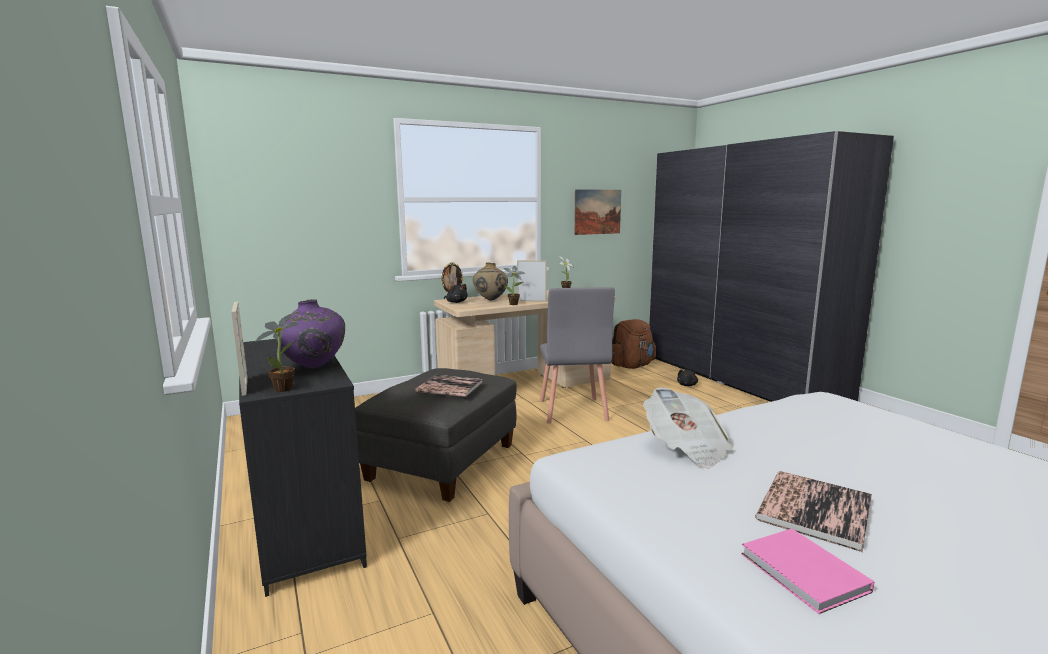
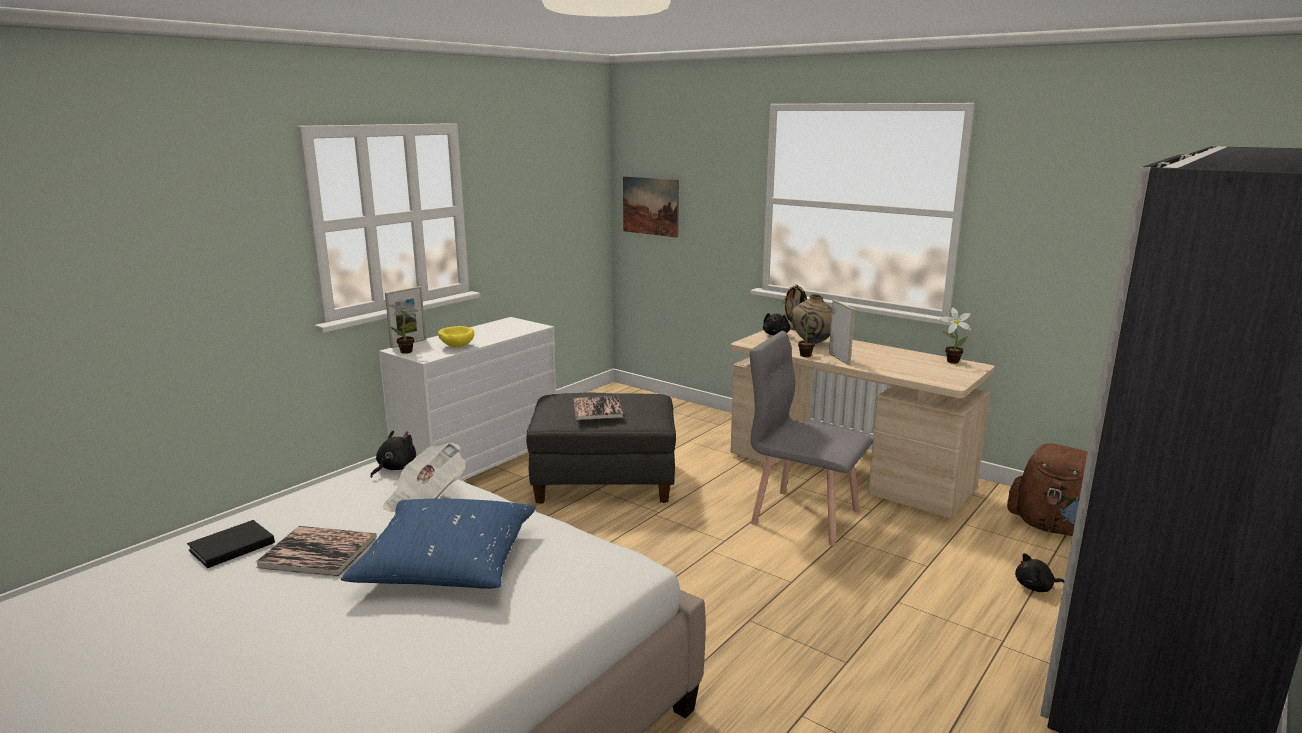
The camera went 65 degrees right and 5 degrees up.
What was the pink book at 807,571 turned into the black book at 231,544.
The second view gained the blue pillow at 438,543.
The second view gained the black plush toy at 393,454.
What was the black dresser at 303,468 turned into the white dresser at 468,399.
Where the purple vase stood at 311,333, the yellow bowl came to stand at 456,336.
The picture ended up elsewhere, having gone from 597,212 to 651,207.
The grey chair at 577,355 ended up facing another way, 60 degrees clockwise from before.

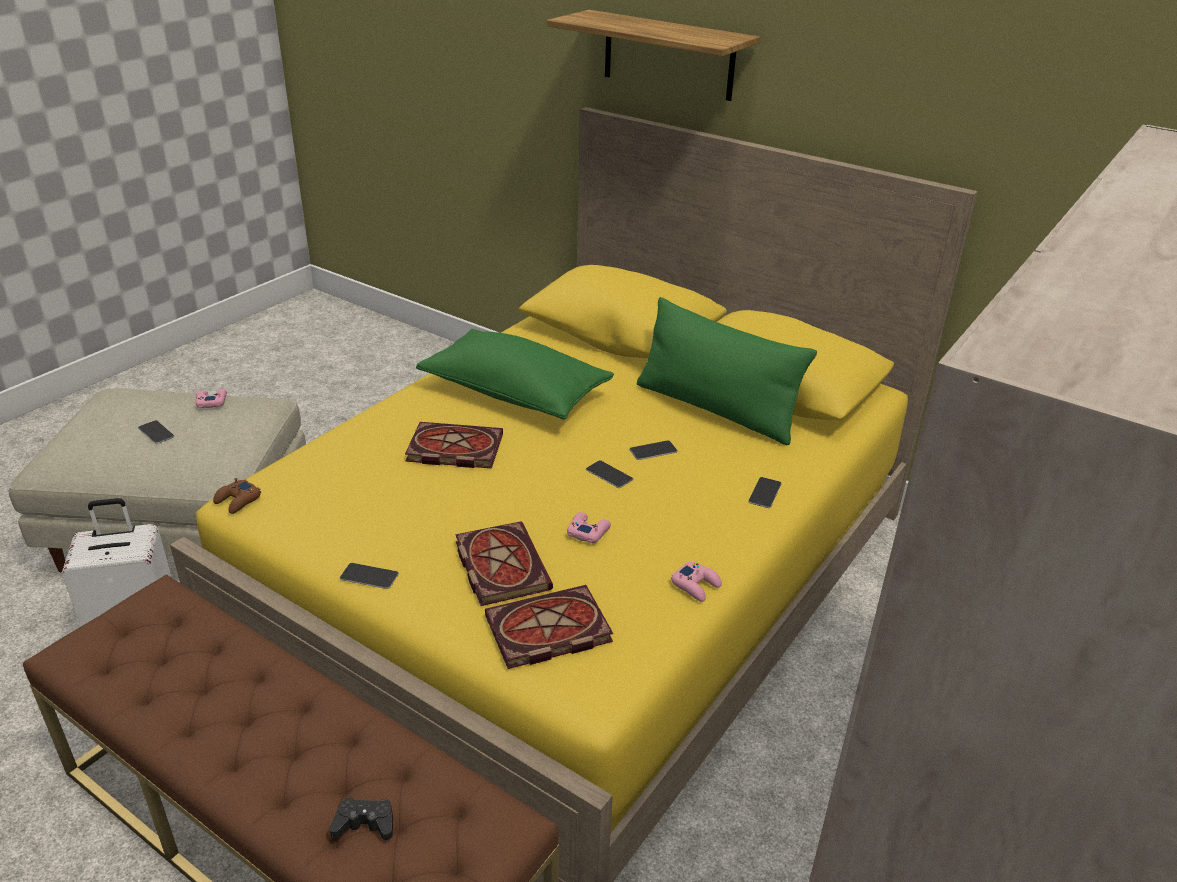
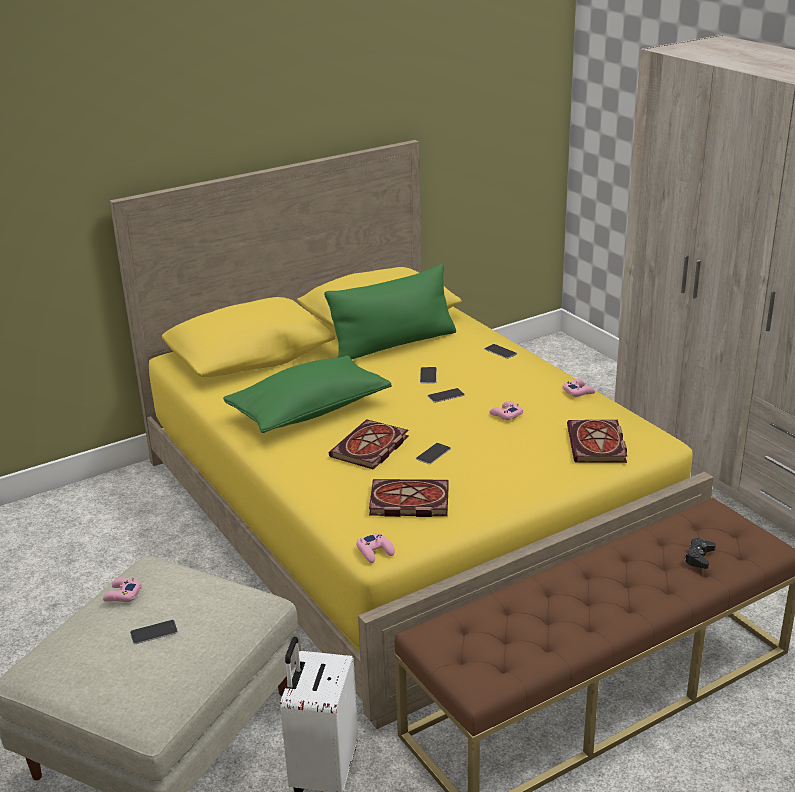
The camera went 65 degrees left and 5 degrees down.
What was the brown game controller at 237,496 turned into the pink game controller at 375,548.
The book ended up elsewhere, having gone from 504,563 to 409,498.
The phone ended up elsewhere, having gone from 369,576 to 433,453.
The second view lost the shelf at 653,55.

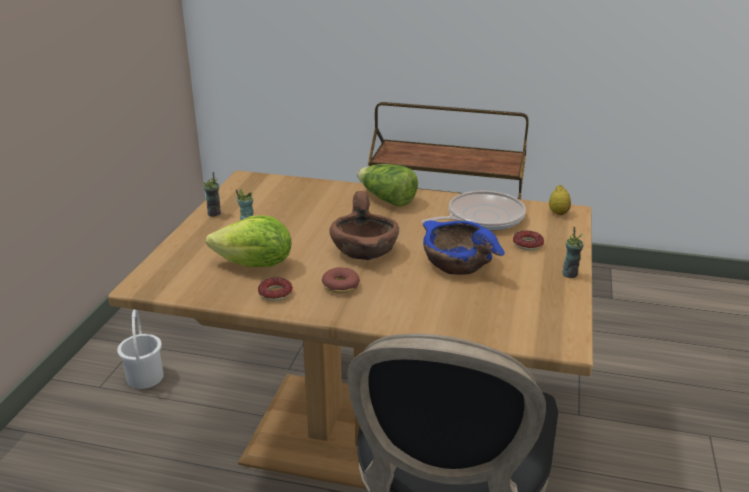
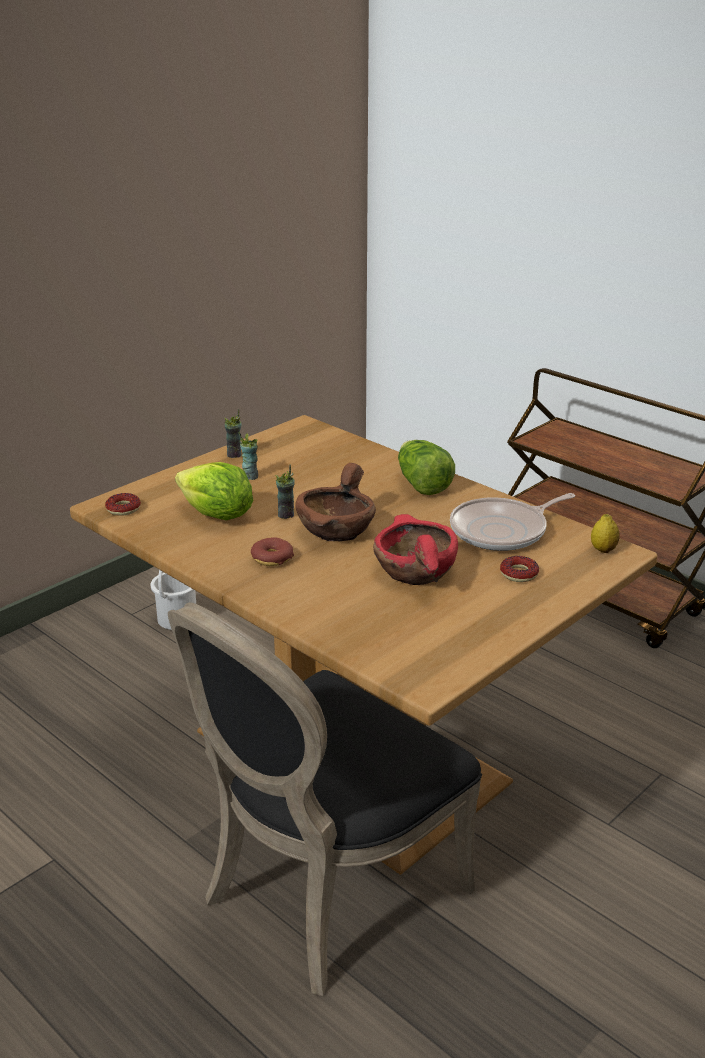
The camera went 30 degrees right and 0 degrees up.
The donut ended up elsewhere, having gone from 275,289 to 123,504.
The cup ended up elsewhere, having gone from 573,252 to 285,492.
What was the blue bowl at 464,247 turned into the red bowl at 415,549.
The frying pan at 473,211 ended up facing another way, 150 degrees clockwise from before.

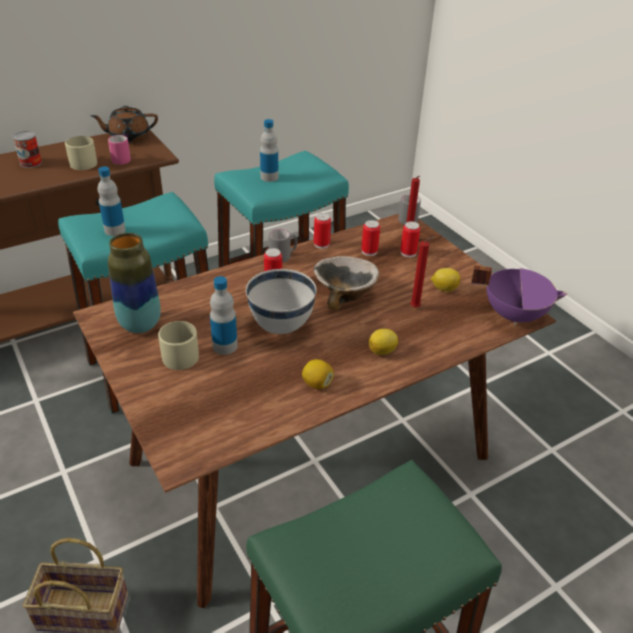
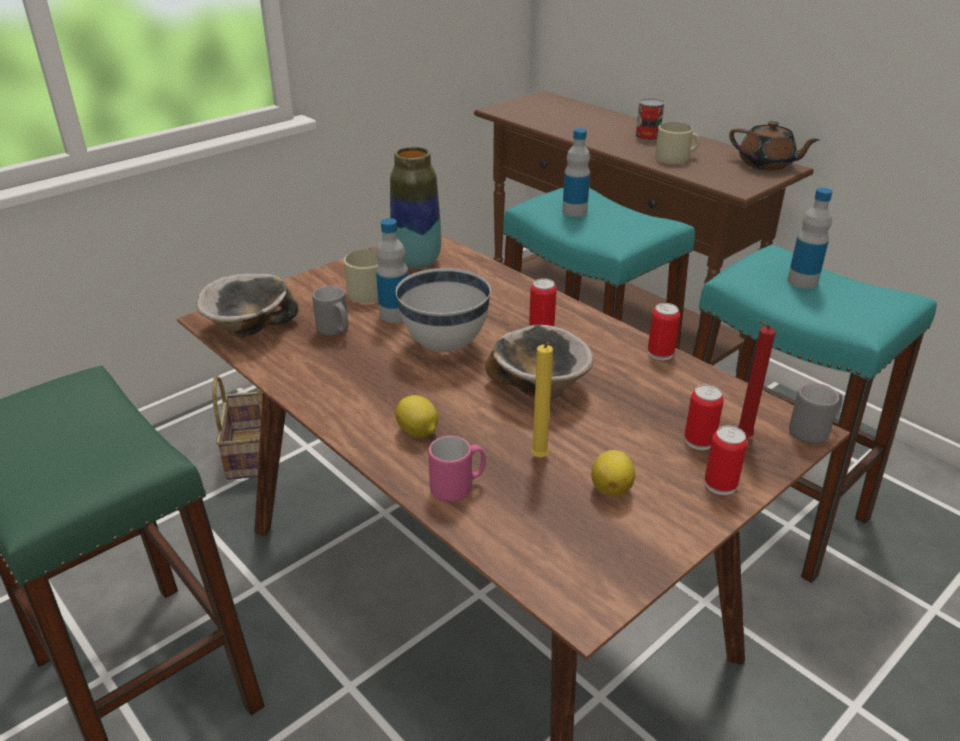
The camera went 80 degrees right and 5 degrees down.
The second view gained the bowl at 247,305.
The grey mug ended up elsewhere, having gone from 283,245 to 330,311.
The pink mug ended up elsewhere, having gone from 119,150 to 457,469.
What was the red candle at 422,272 turned into the yellow candle at 542,400.
The can ended up elsewhere, having gone from 370,238 to 726,460.
The brown teapot at 124,124 ended up facing another way, 150 degrees clockwise from before.
The second view lost the lemon at 318,374.
The second view lost the purple cooking pot at 519,295.

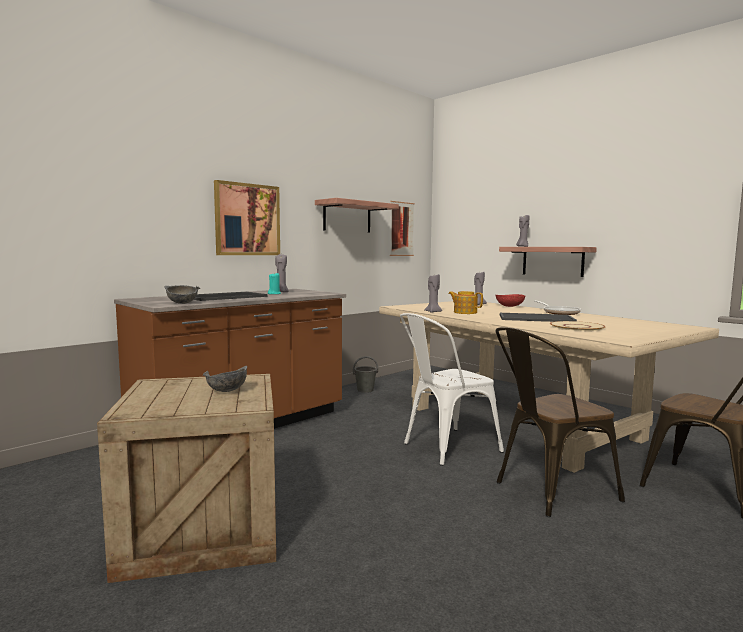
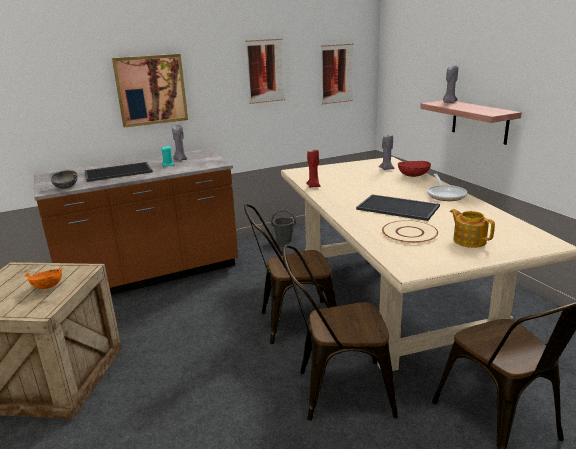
The camera went 20 degrees right and 15 degrees up.
What was the grey bowl at 225,379 turned into the orange bowl at 44,278.
What was the white chair at 452,389 turned into the brown chair at 290,274.
Where the shelf hung at 357,215, the picture came to hang at 265,71.
What was the grey candle at 433,293 turned into the red candle at 313,169.
The teapot ended up elsewhere, having gone from 465,302 to 472,228.

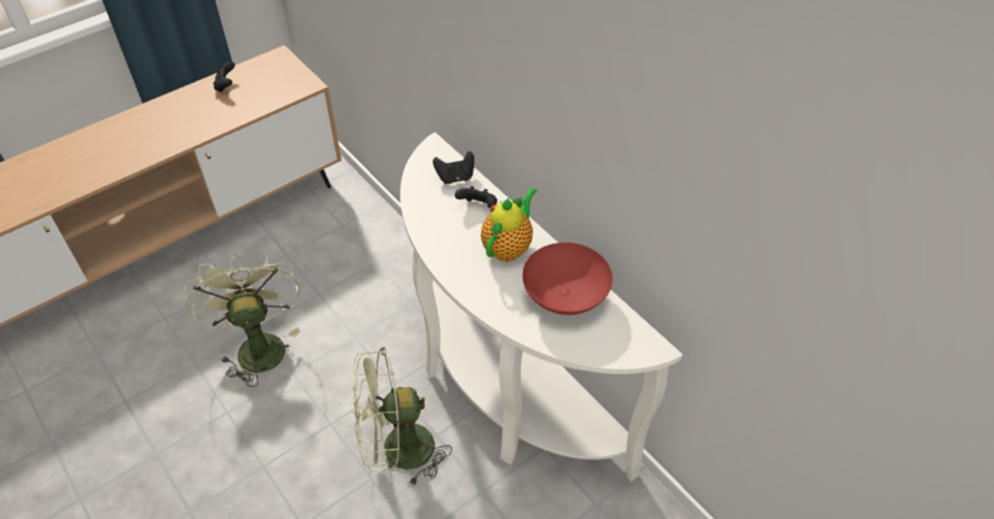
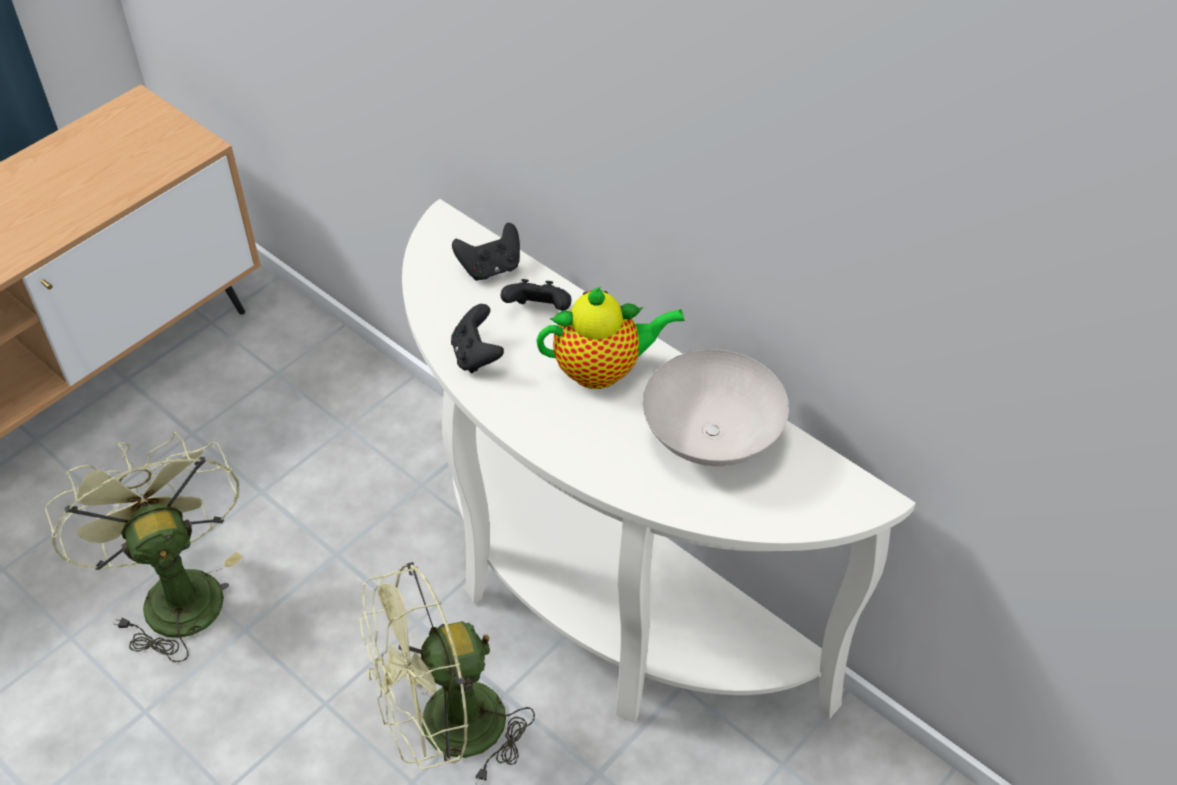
The camera went 10 degrees left and 0 degrees up.
The black game controller ended up elsewhere, having gone from 224,77 to 477,338.
The teapot at 509,224 ended up facing another way, 60 degrees clockwise from before.
What was the red bowl at 567,278 turned into the white bowl at 716,407.

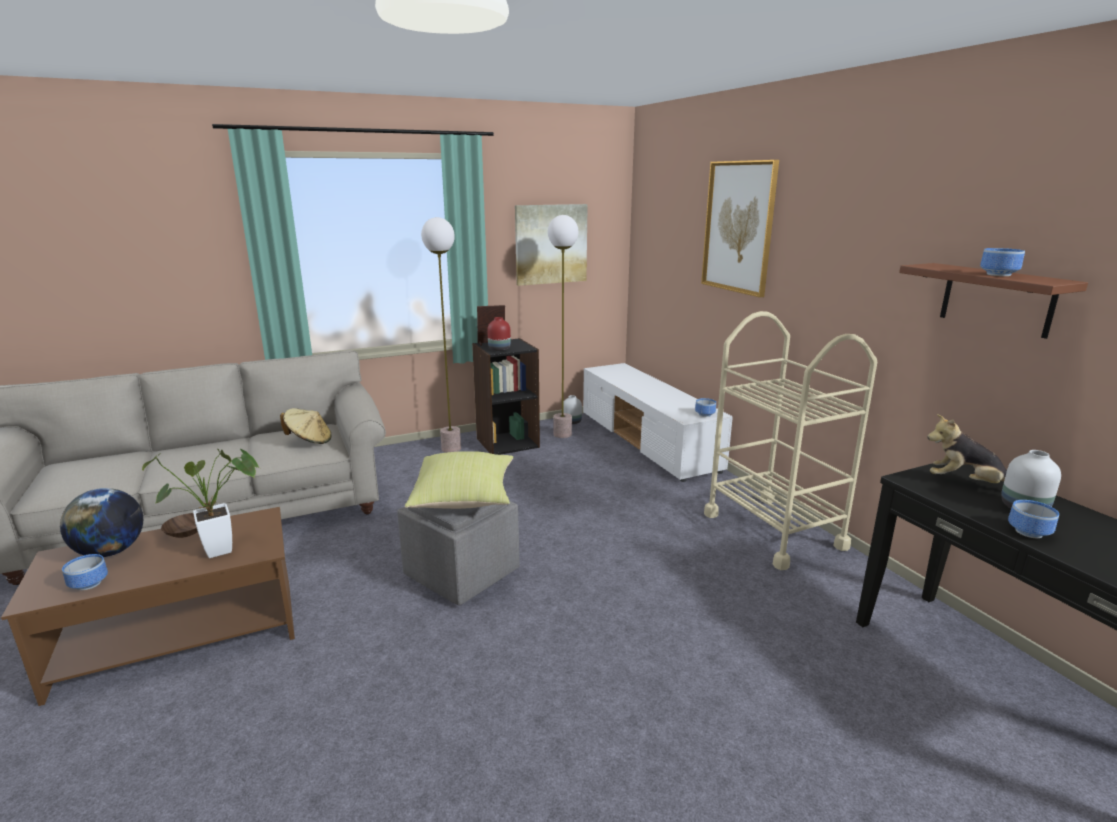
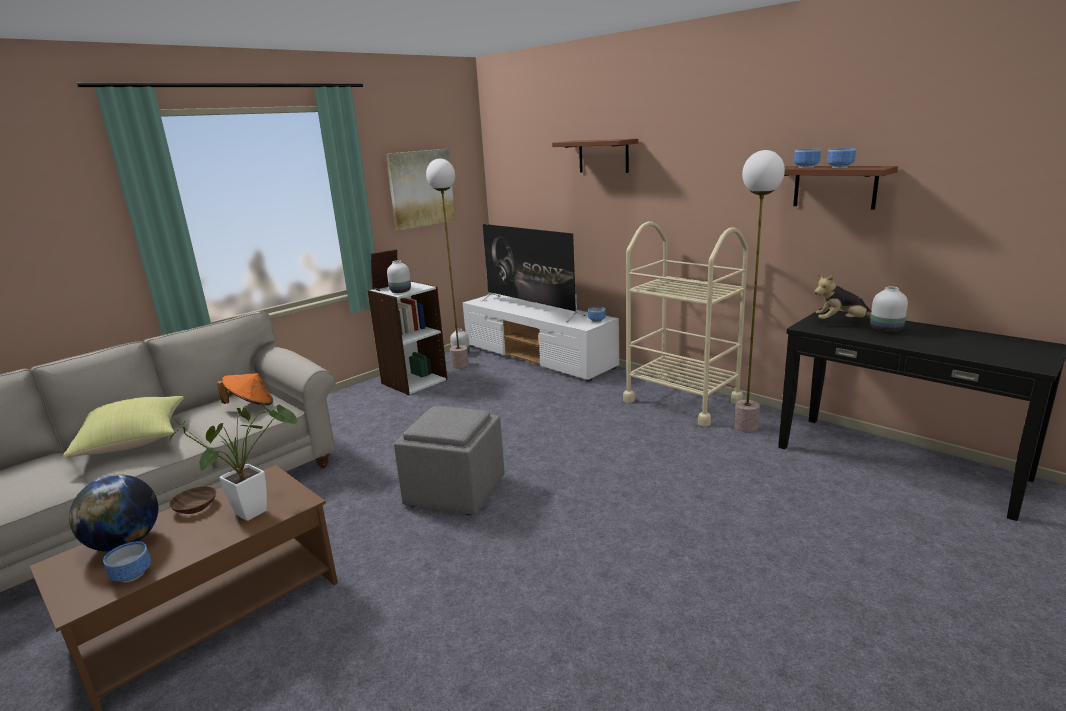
The camera went 20 degrees left and 0 degrees up.
The yellow pillow ended up elsewhere, having gone from 459,480 to 123,427.
What was the beige hat at 306,426 turned into the orange hat at 245,389.
What was the black bookcase at 506,396 turned into the white bookcase at 408,338.
What was the red vase at 499,334 turned into the white vase at 399,276.
The second view gained the television at 533,273.
Where the picture hung at 740,228, the brown shelf came to hang at 595,156.
The floor lamp ended up elsewhere, having gone from 441,335 to 759,291.
The bowl ended up elsewhere, having gone from 1033,519 to 807,158.

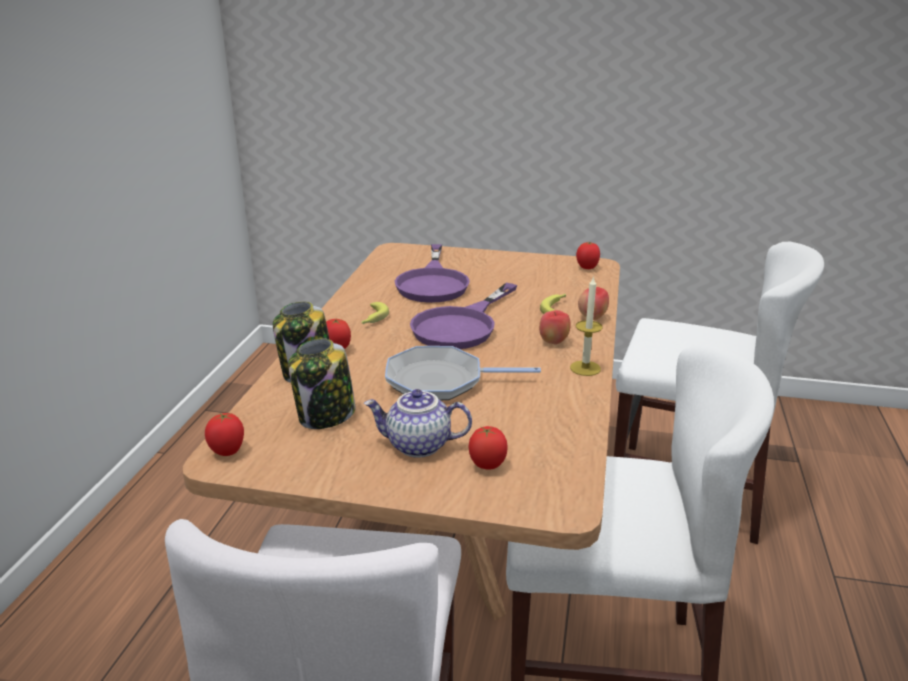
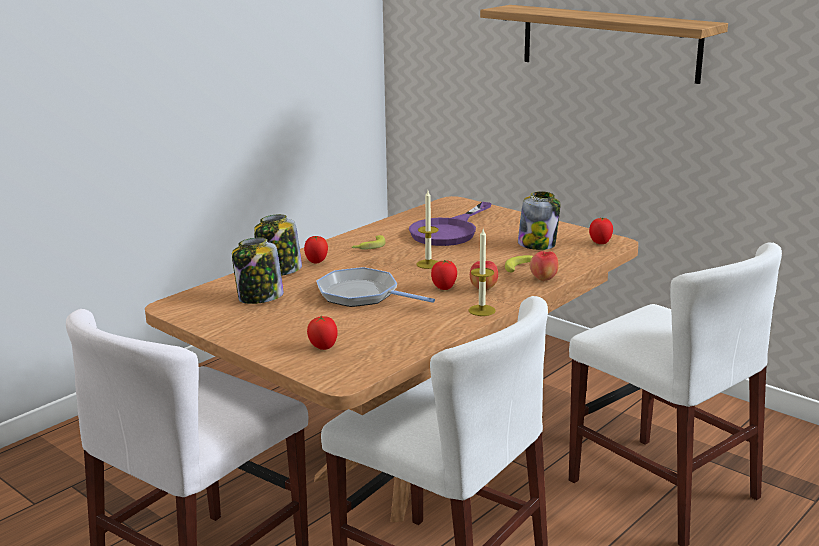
The camera went 30 degrees right and 5 degrees down.
Where the purple frying pan stood at 463,316, the candle came to stand at 427,230.
The tomato ended up elsewhere, having gone from 224,434 to 444,275.
The second view gained the shelf at 604,44.
The second view gained the jar at 539,220.
The second view lost the teapot at 418,423.

